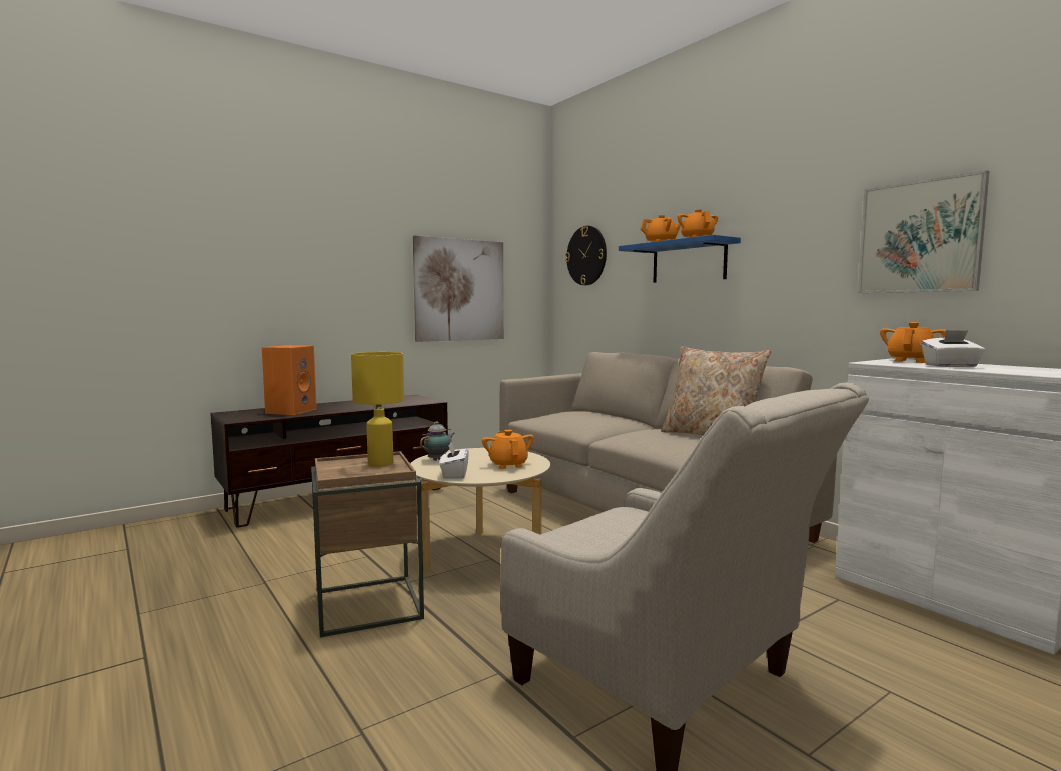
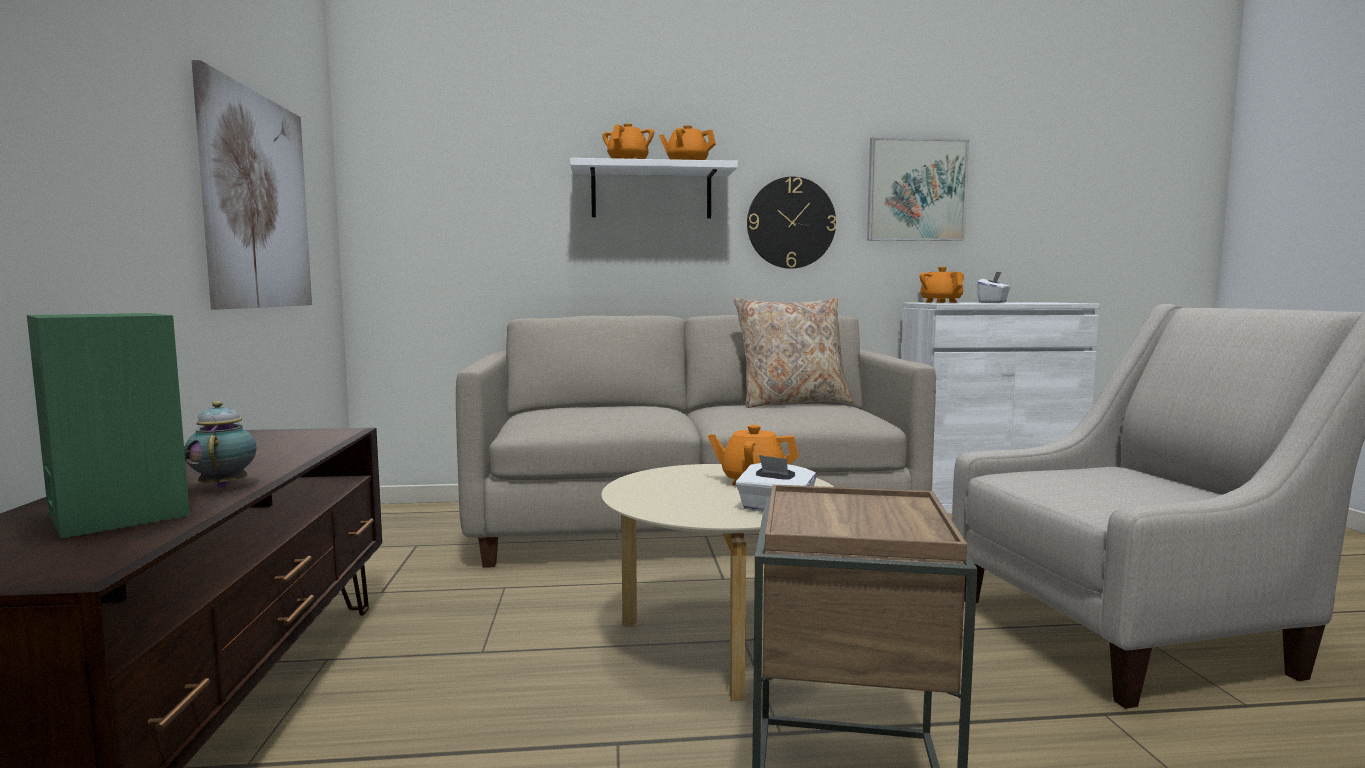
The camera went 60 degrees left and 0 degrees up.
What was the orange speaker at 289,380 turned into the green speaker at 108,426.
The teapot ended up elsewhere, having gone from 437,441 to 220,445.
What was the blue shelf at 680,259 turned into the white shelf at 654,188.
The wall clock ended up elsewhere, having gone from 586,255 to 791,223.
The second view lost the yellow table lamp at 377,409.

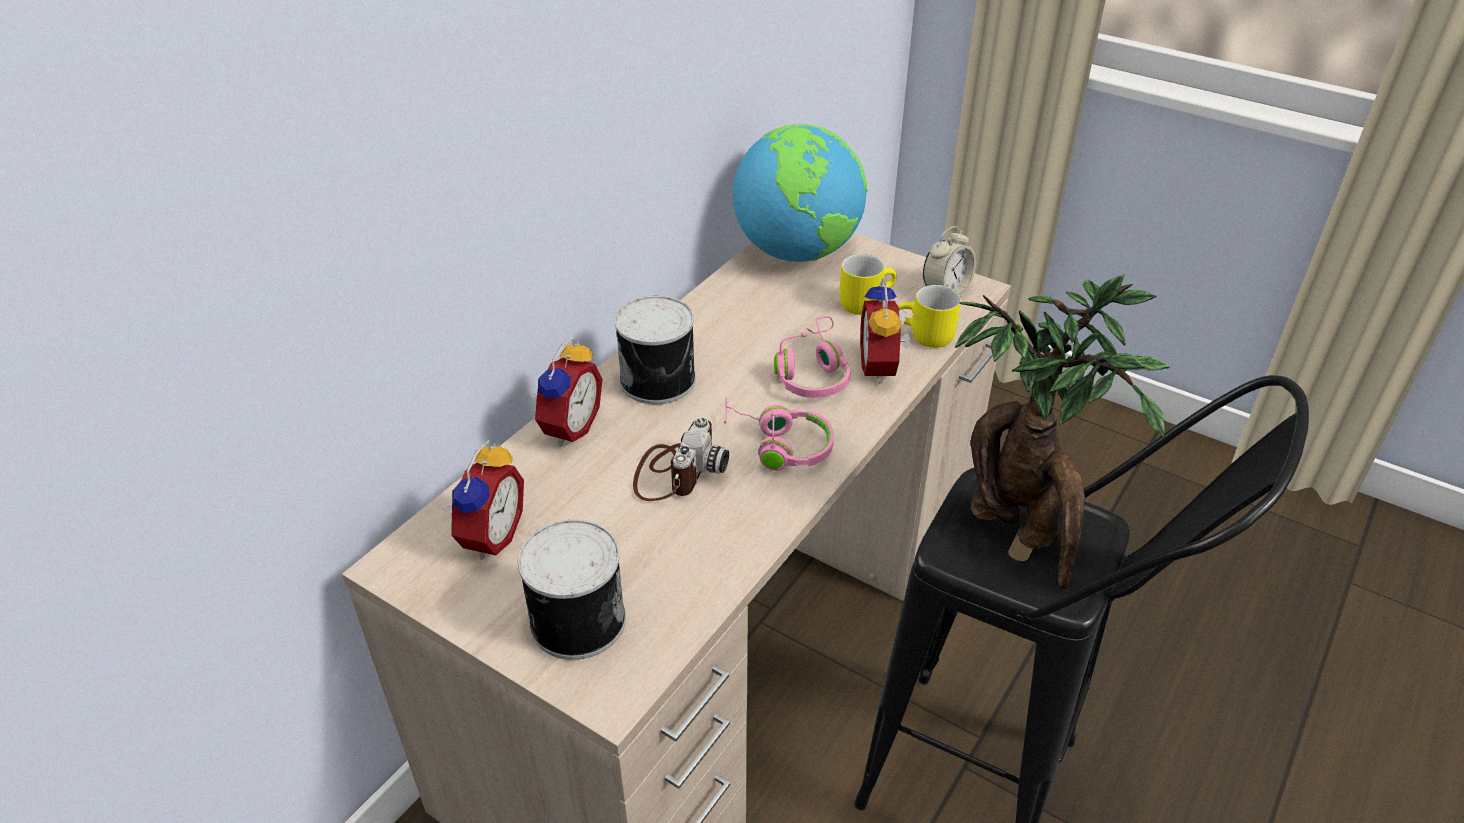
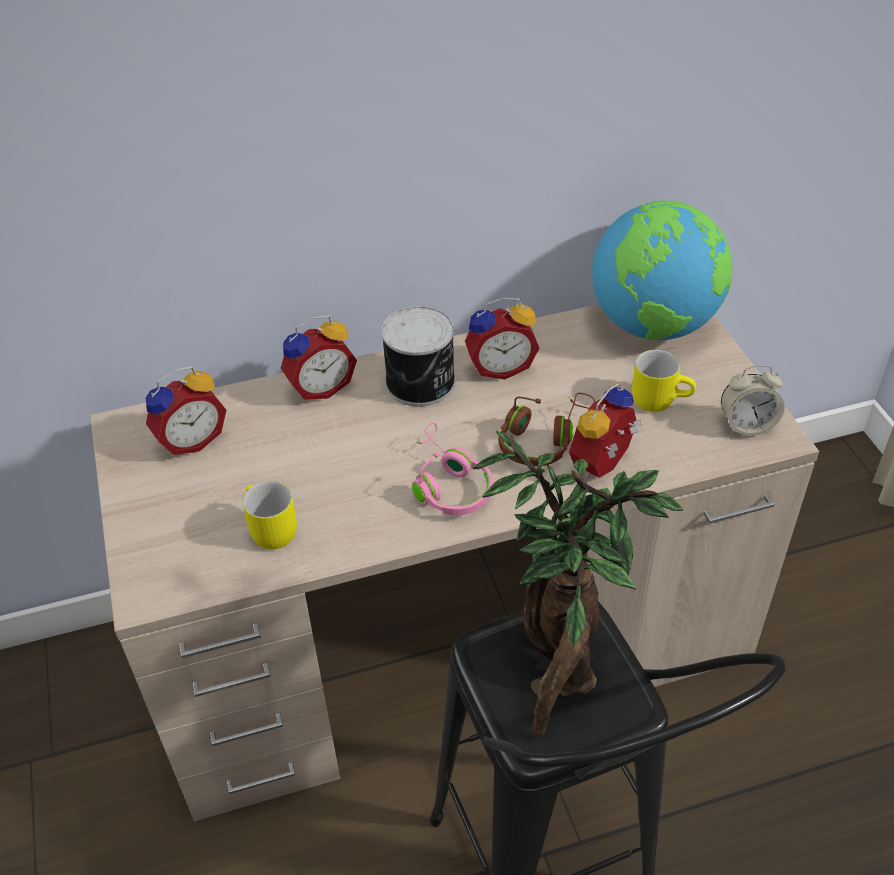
The camera went 40 degrees right and 5 degrees up.
The yellow mug ended up elsewhere, having gone from 929,316 to 270,515.
The second view gained the alarm clock at 502,338.
What was the pink headphones at 812,357 turned into the brown headphones at 547,429.
The second view lost the can at 572,590.
The second view lost the photo camera at 681,459.

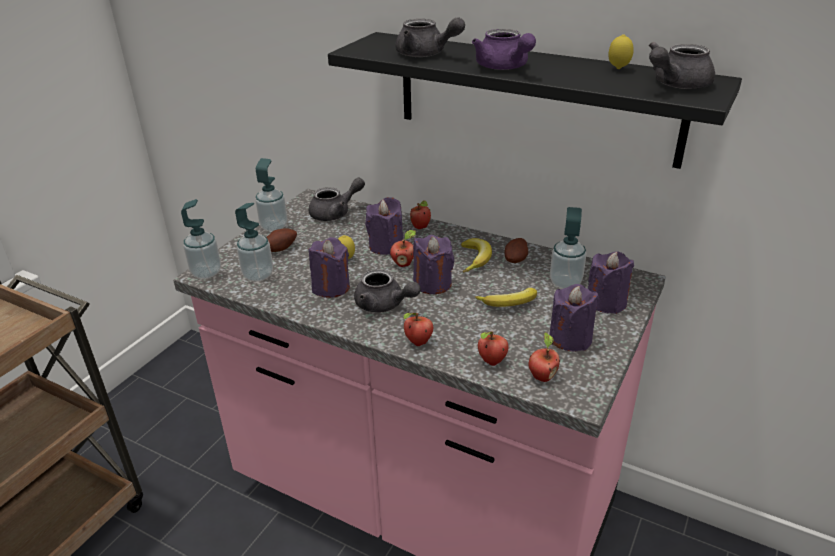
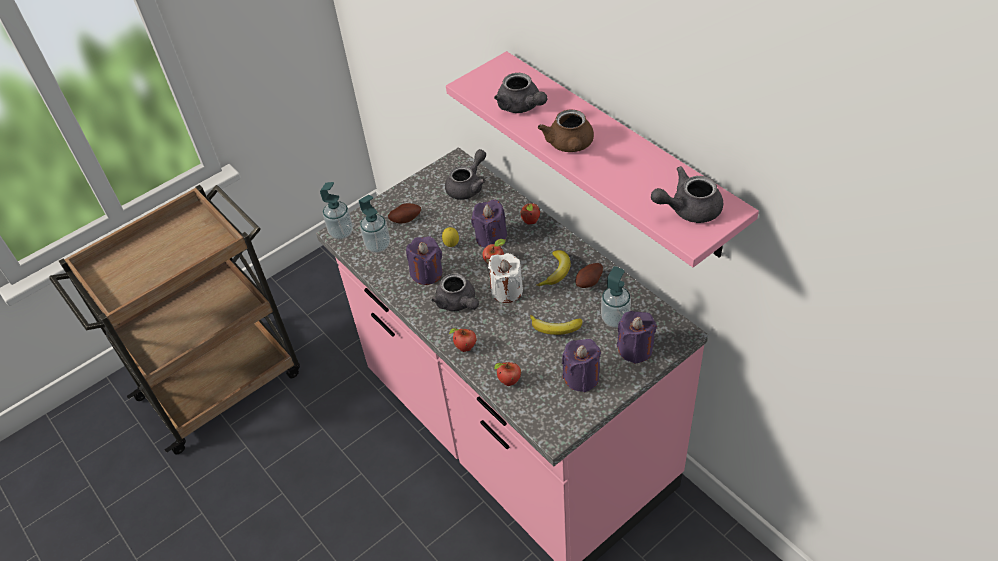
The camera went 25 degrees right and 15 degrees up.
The grey teapot at 336,199 ended up facing another way, 45 degrees counterclockwise from before.
What was the black shelf at 535,100 turned into the pink shelf at 602,159.
What was the purple candle at 433,264 turned into the white candle at 505,278.
What was the purple teapot at 504,49 turned into the brown teapot at 566,131.
The second view lost the soap dispenser at 271,195.
The second view lost the apple at 544,357.
The second view lost the lemon at 621,51.

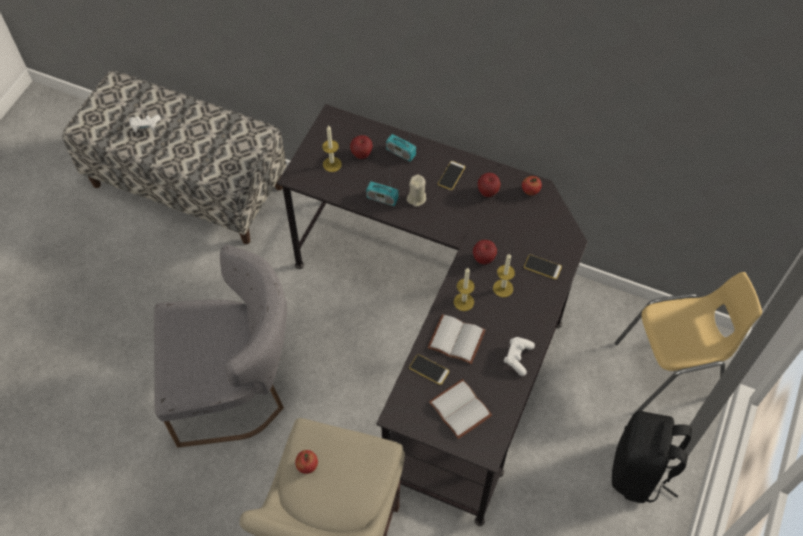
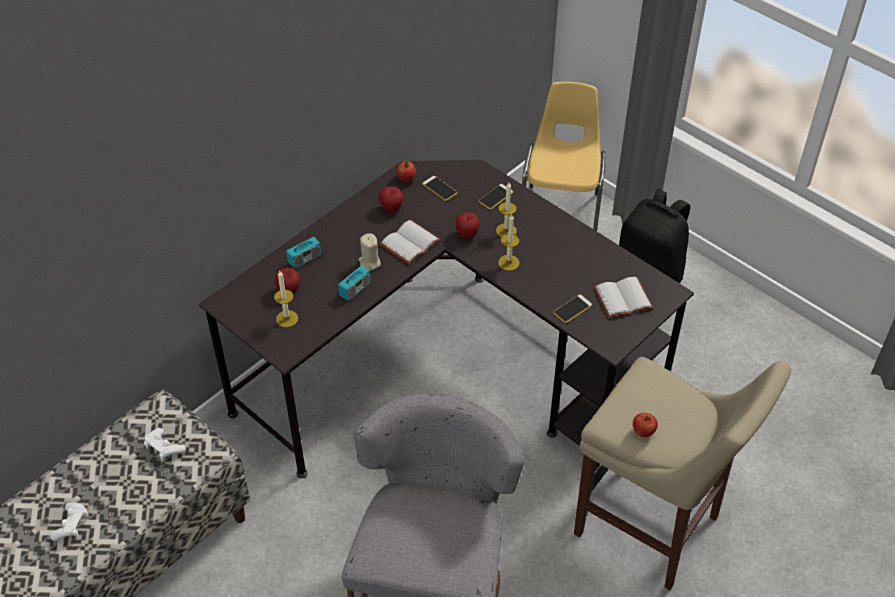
The camera went 70 degrees left and 10 degrees down.
The white game controller ended up elsewhere, having gone from 519,356 to 165,444.
The white book ended up elsewhere, having gone from 456,339 to 410,242.
The phone ended up elsewhere, having gone from 451,175 to 439,188.

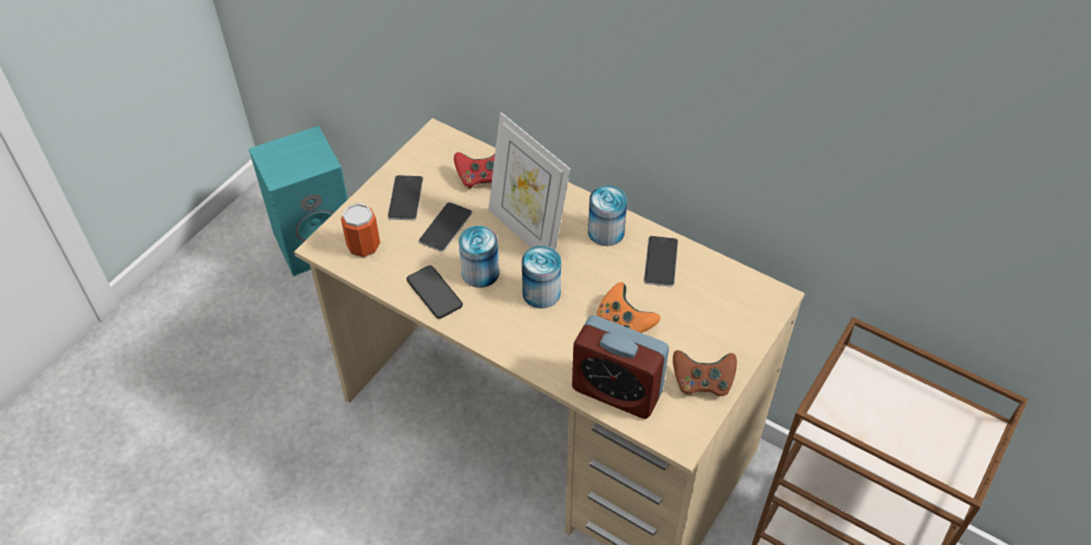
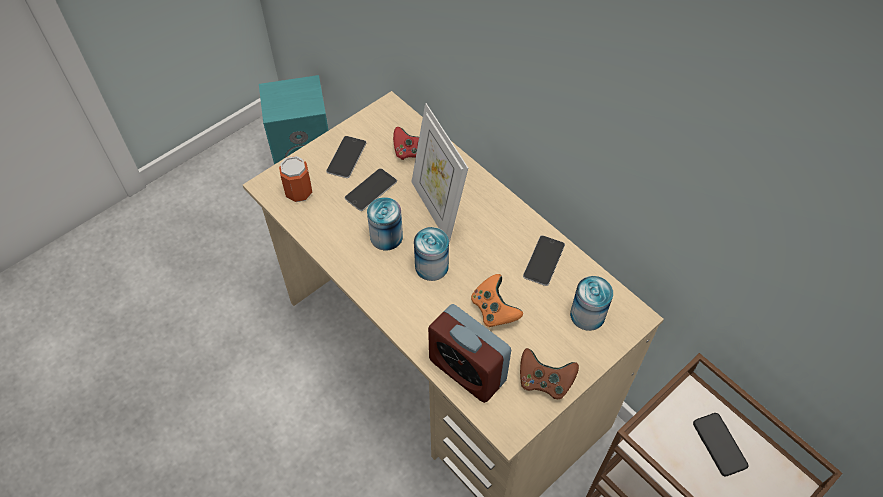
The camera went 15 degrees right and 5 degrees up.
The can ended up elsewhere, having gone from 607,215 to 591,303.
The phone ended up elsewhere, having gone from 435,292 to 721,444.

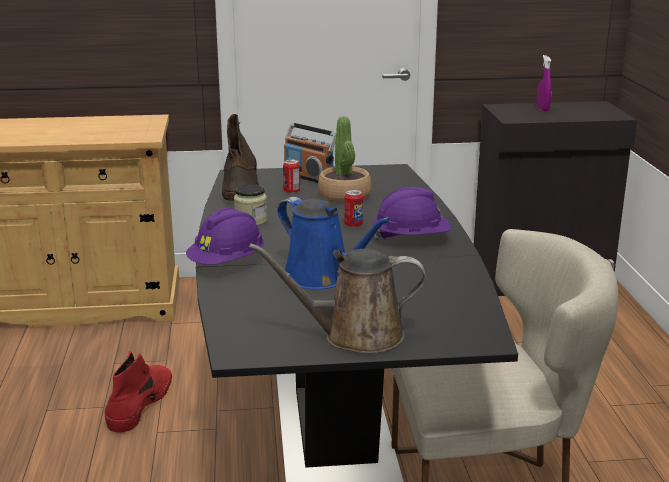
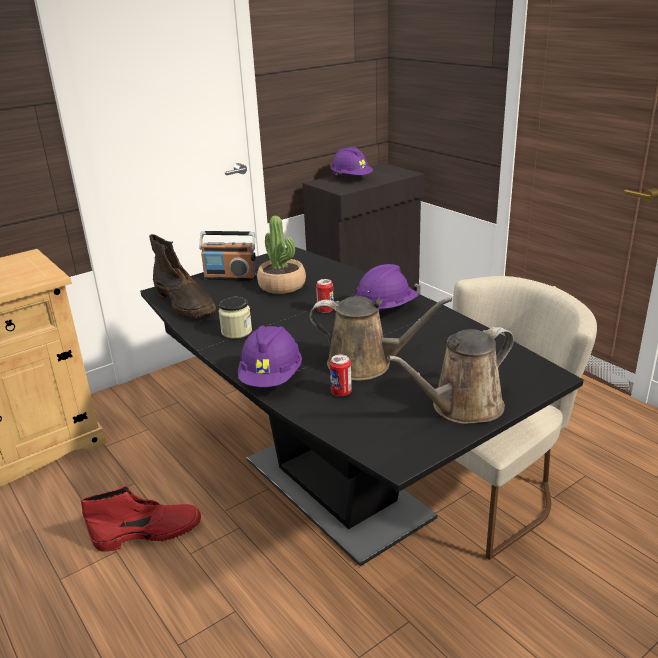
The camera went 30 degrees left and 5 degrees up.
The red boot at 138,392 ended up facing another way, 90 degrees clockwise from before.
What was the blue watering can at 334,243 turned into the brown watering can at 380,338.
The can ended up elsewhere, having gone from 291,176 to 341,375.
Where the purple spray bottle stood at 544,83, the purple hard hat came to stand at 352,161.

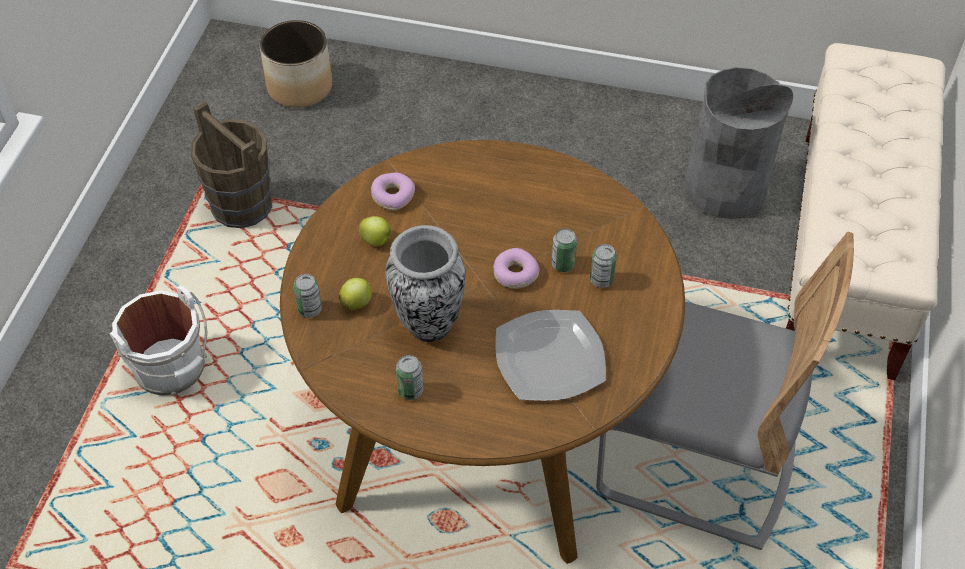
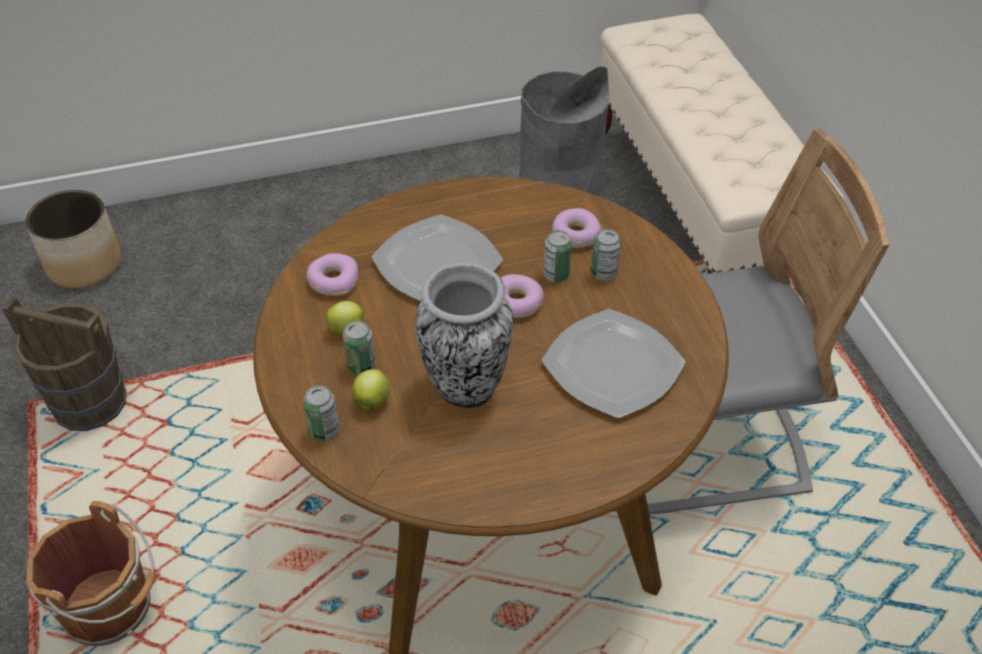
The camera went 30 degrees left and 5 degrees down.
What was the white bucket at 158,340 turned into the brown bucket at 91,573.
The can ended up elsewhere, having gone from 409,377 to 359,348.
The second view gained the plate at 437,257.
The second view gained the donut at 577,228.

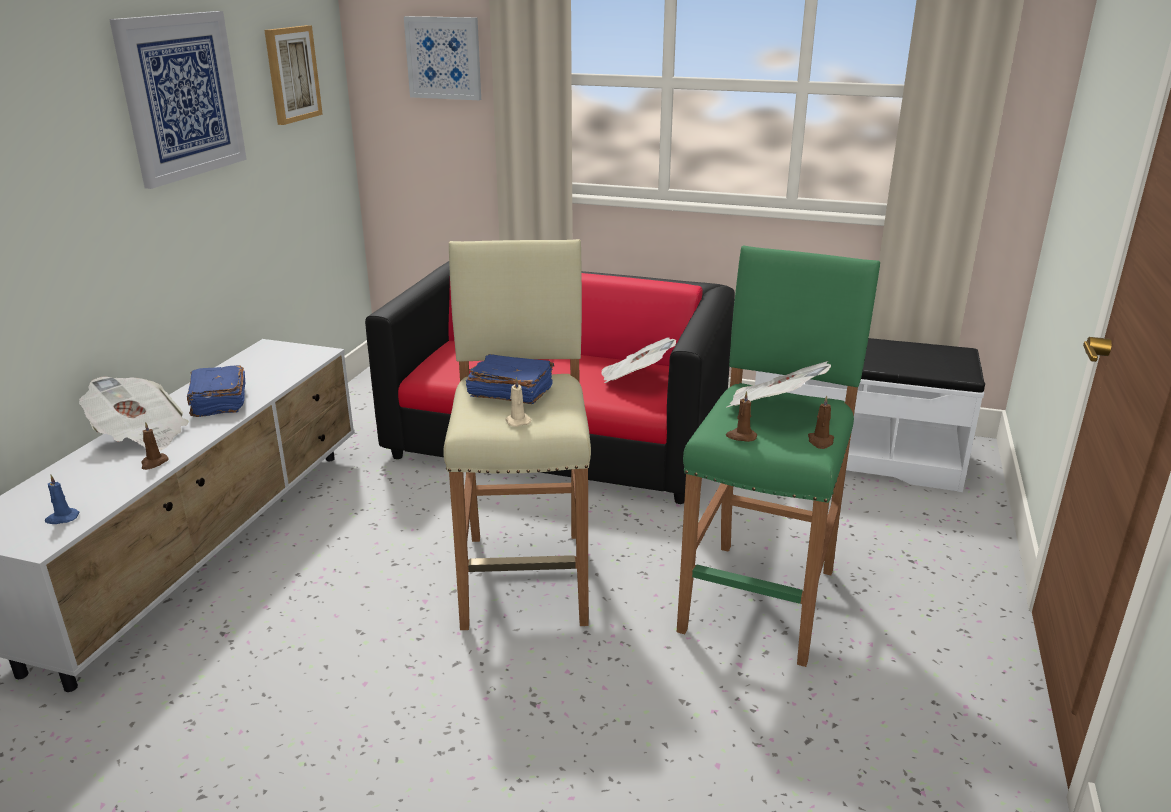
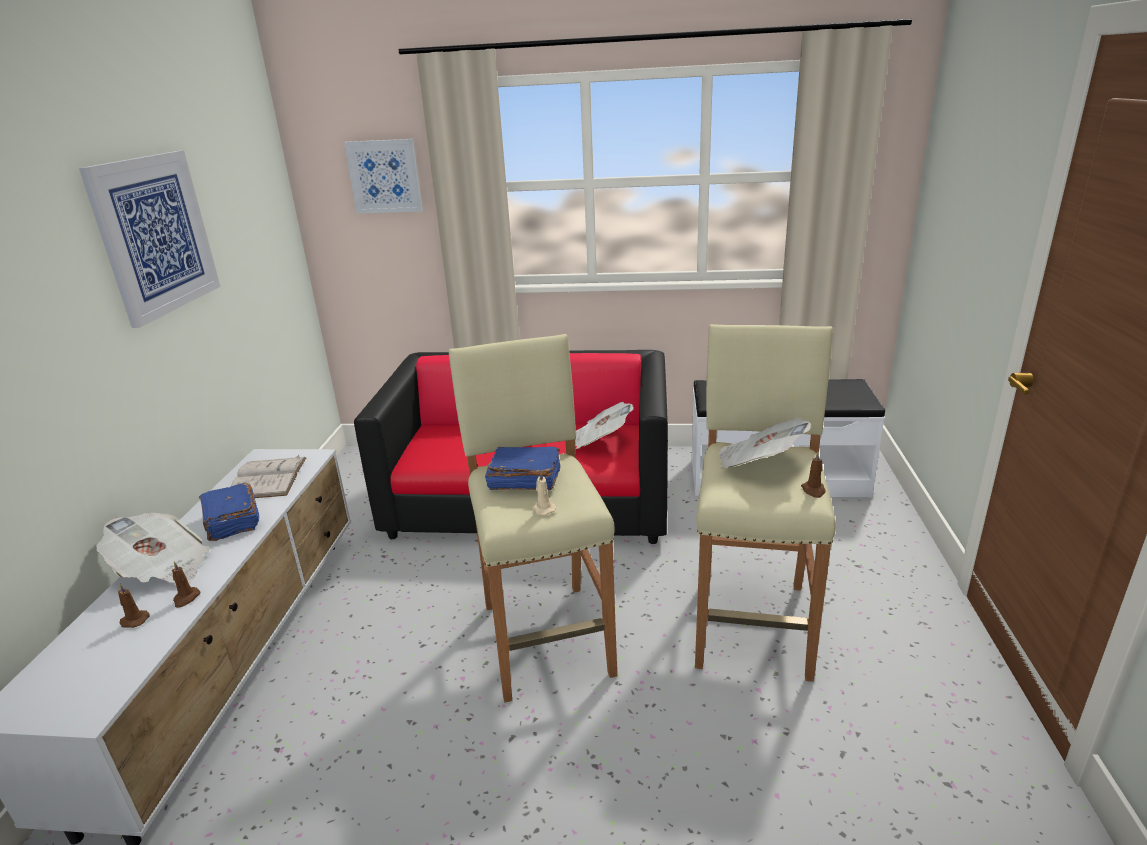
The camera went 10 degrees left and 0 degrees up.
The brown candle ended up elsewhere, having gone from 741,416 to 134,606.
The second view gained the white book at 268,476.
What was the green stool at 778,456 turned into the beige stool at 765,503.
The second view lost the blue candle at 62,499.
The second view lost the picture at 293,75.

